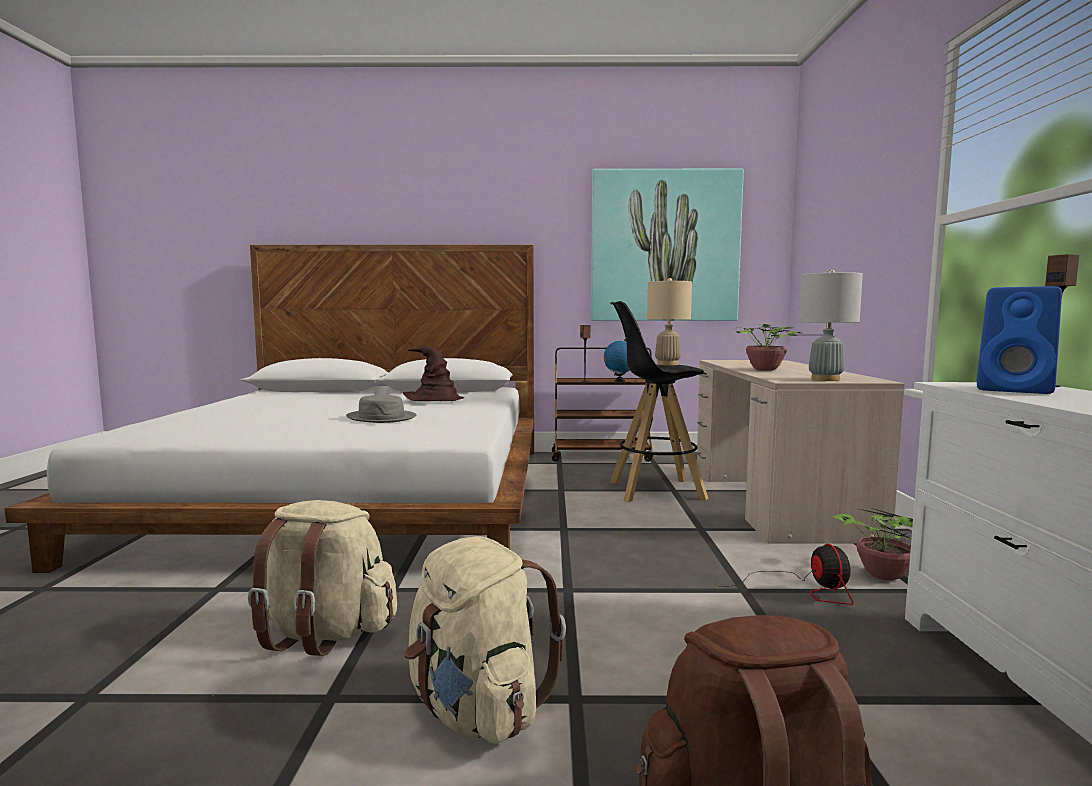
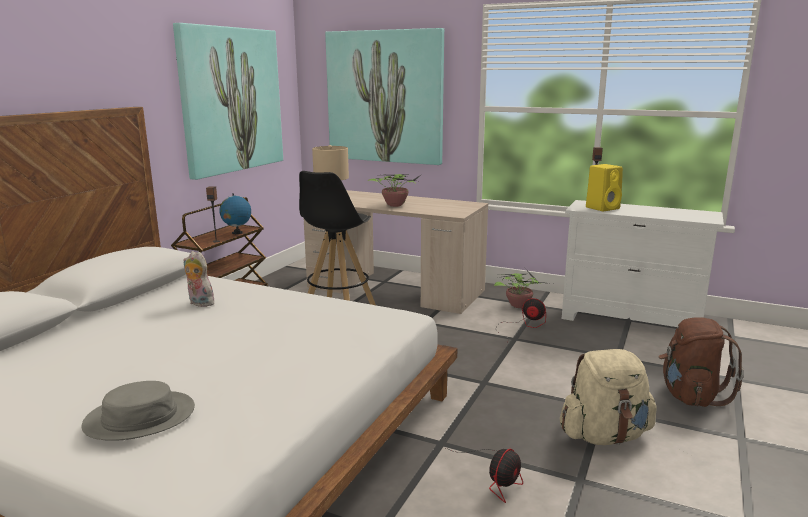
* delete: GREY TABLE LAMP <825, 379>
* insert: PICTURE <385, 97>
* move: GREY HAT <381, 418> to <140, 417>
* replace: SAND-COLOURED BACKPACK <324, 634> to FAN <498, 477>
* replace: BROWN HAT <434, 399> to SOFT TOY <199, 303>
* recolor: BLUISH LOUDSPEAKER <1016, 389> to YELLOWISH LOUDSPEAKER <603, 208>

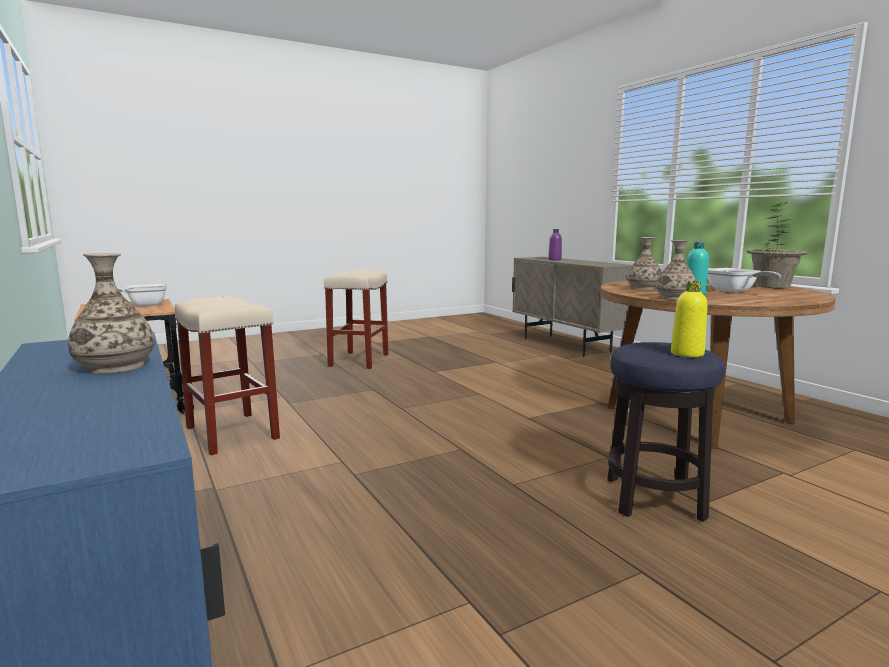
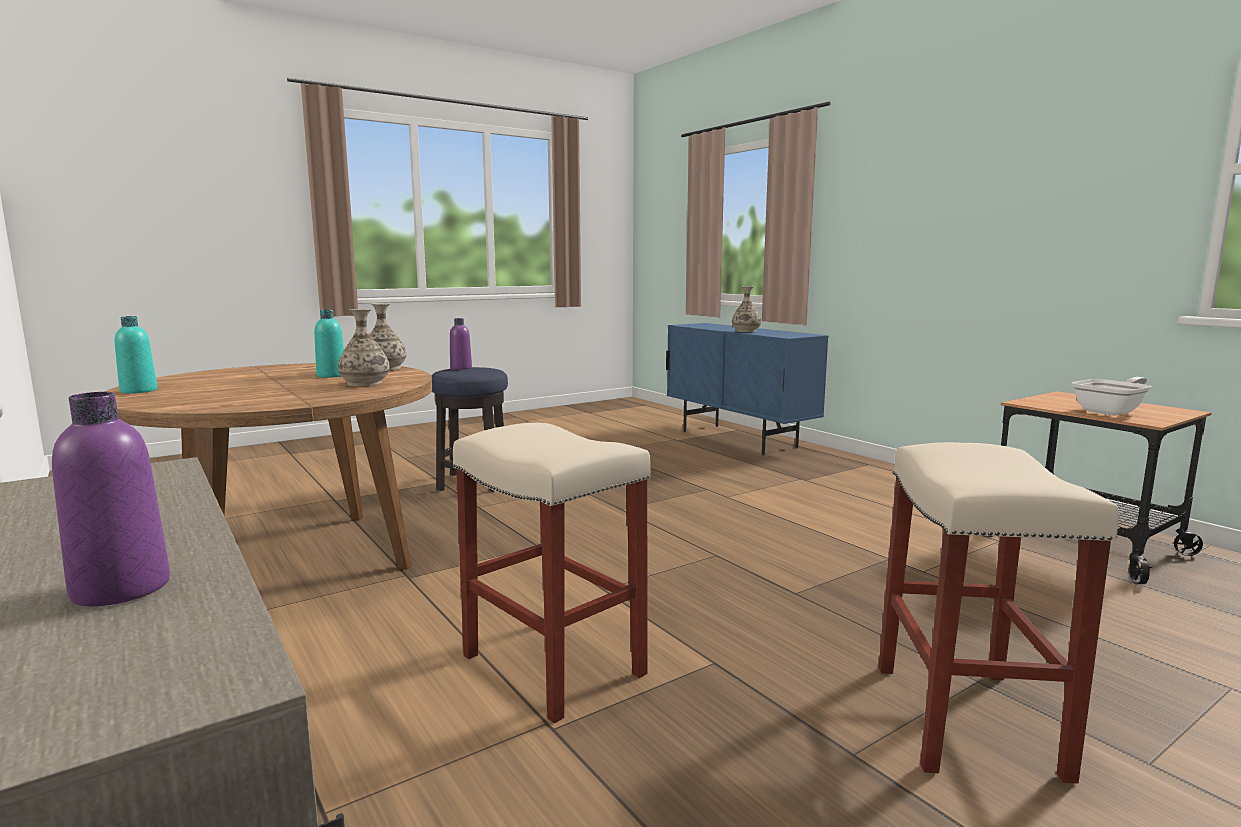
* delete: PAN <734, 291>
* move: SAND-COLOURED STOOL <230, 432> to <555, 665>
* replace: HOUSEPLANT <772, 286> to TURQUOISE BOTTLE <139, 391>
* recolor: YELLOWISH BOTTLE <687, 354> to PURPLISH BOTTLE <461, 368>

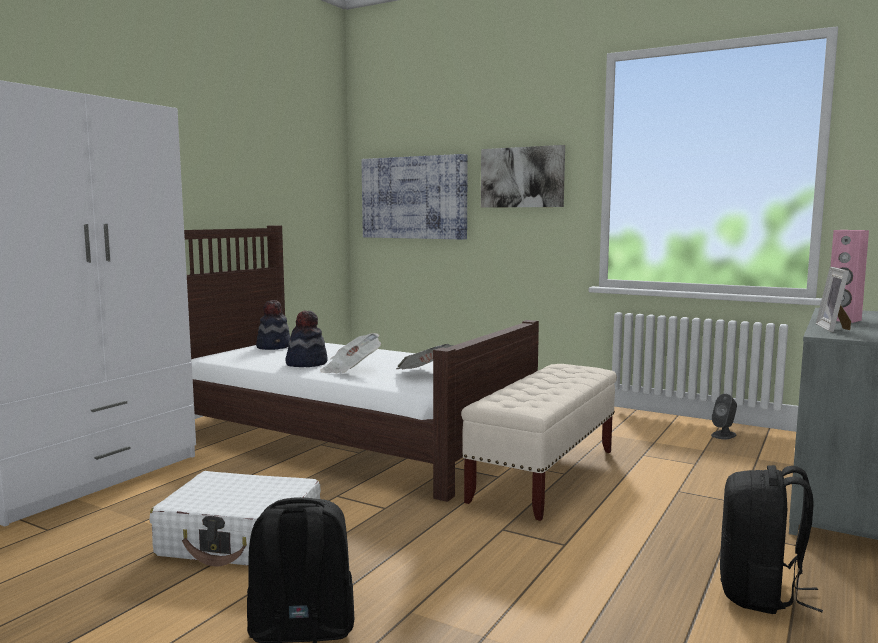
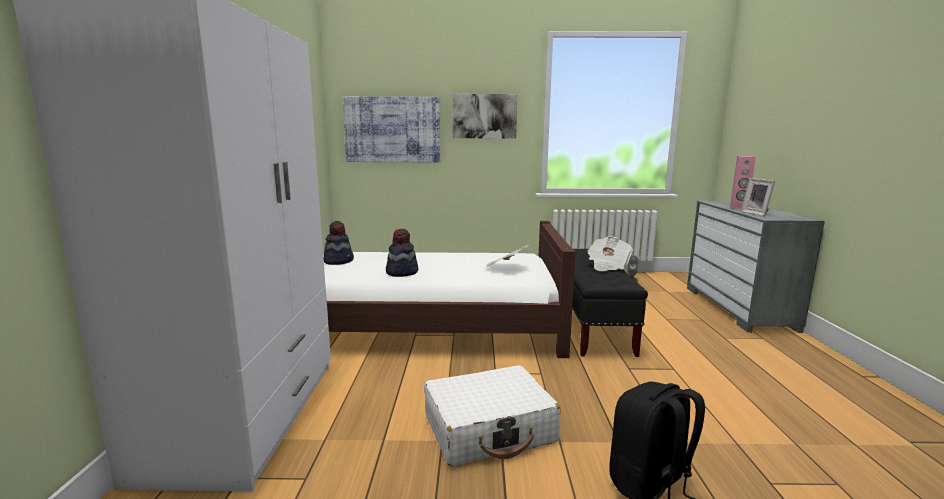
* delete: BLACKISH BACKPACK <760, 594>
* move: PRINTED PAPER <351, 370> to <607, 266>
* recolor: SAND-COLOURED BENCH <544, 475> to BLACKISH BENCH <590, 325>

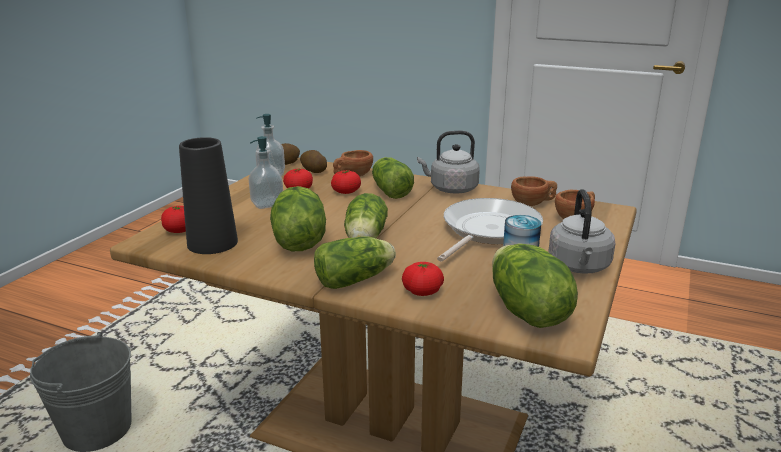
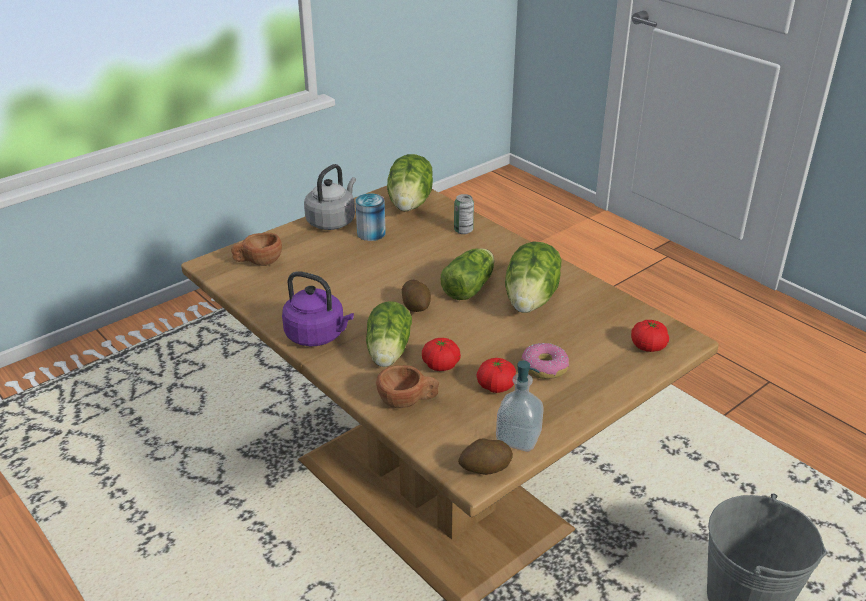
* delete: BLACKISH DECORATIVE VASE <212, 243>
* delete: HEAD OF LETTUCE <357, 279>
* delete: PAN <488, 231>
* delete: BROWN DRINKING CUP <533, 203>
* move: WHOLE POTATO <313, 171> to <416, 306>
* replace: SOAP DISPENSER <267, 204> to RING DOUGHNUT <544, 368>
* replace: TOMATO <422, 291> to METAL CAN <463, 230>
* recolor: GREY WATER KETTLE <451, 189> to PURPLISH WATER KETTLE <318, 336>

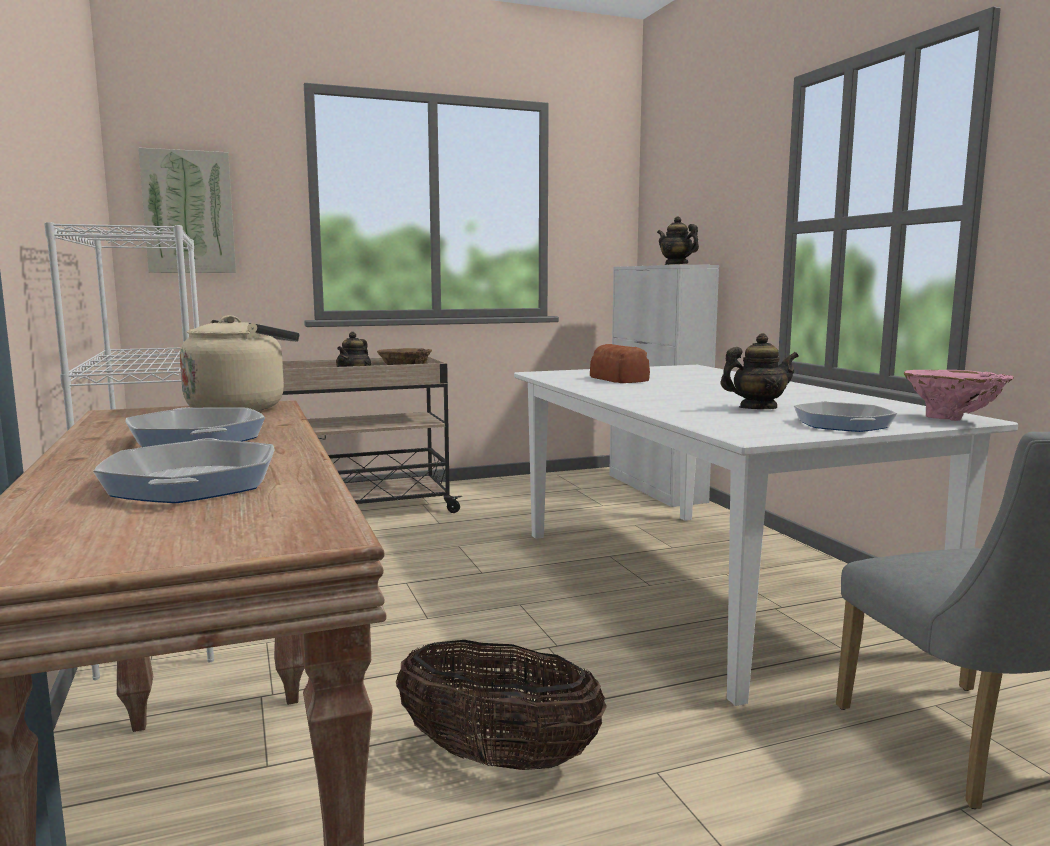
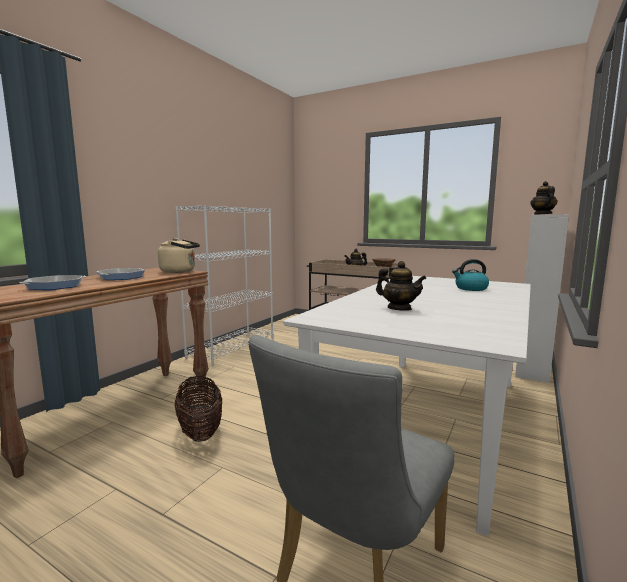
* delete: PICTURE <189, 212>
* delete: BAKERY BREAD <619, 379>
* delete: PAN <842, 424>
* delete: PINKISH DECORATIVE VASE <952, 419>
* insert: WATER KETTLE <470, 288>

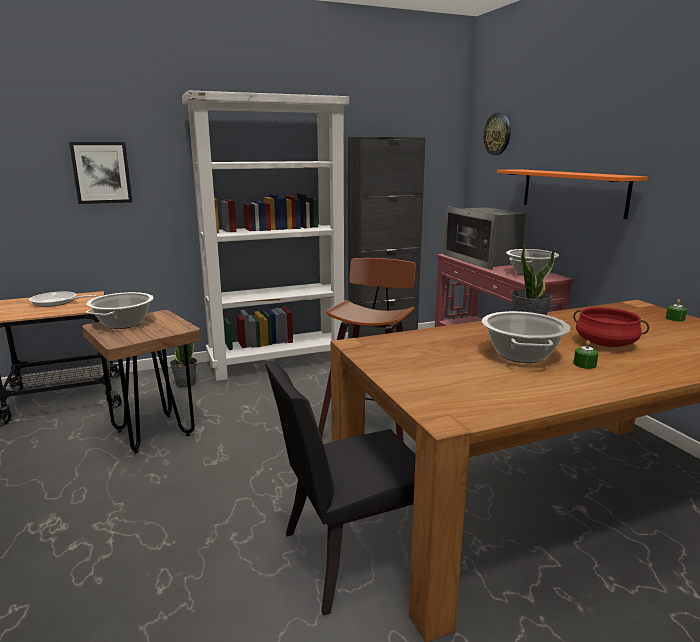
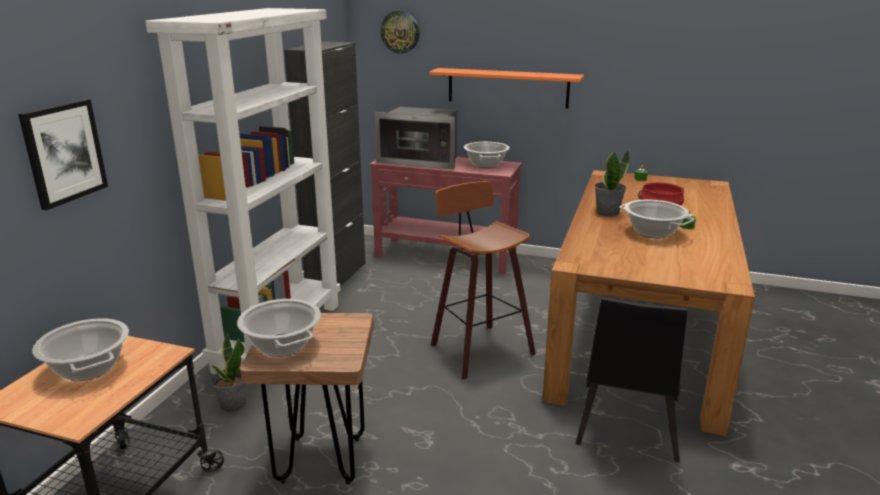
* replace: PAN <57, 302> to SAUCEPOT <89, 368>

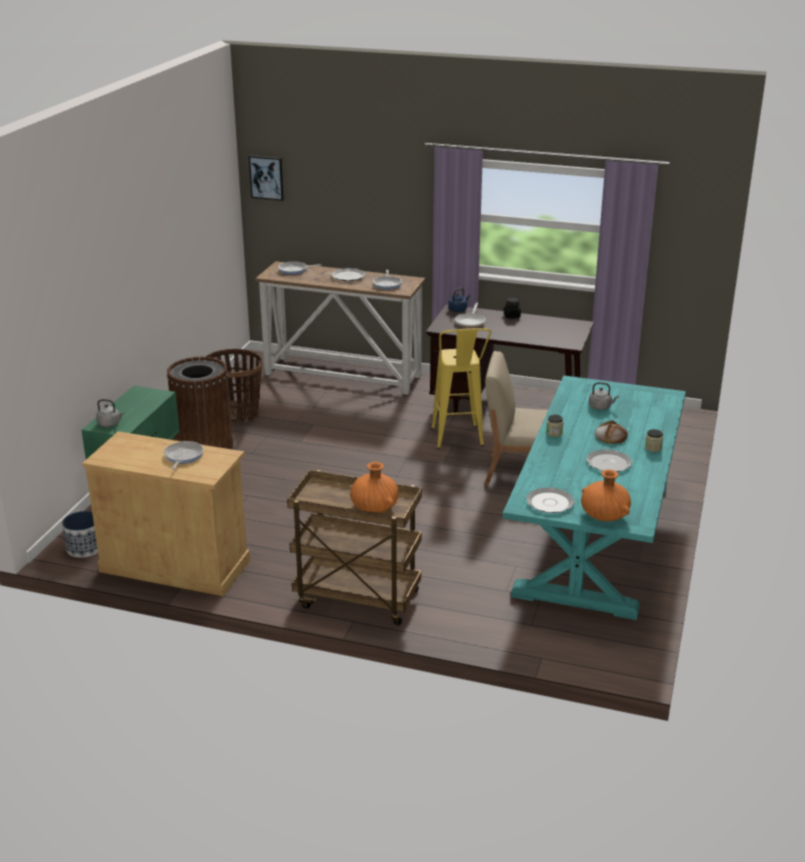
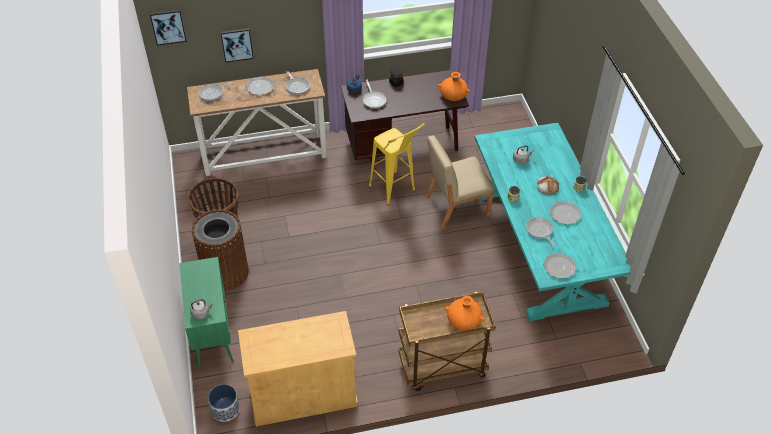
* insert: PICTURE <237, 44>
* move: PAN <183, 456> to <539, 231>
* move: ORANGE DECORATIVE VASE <604, 515> to <453, 96>

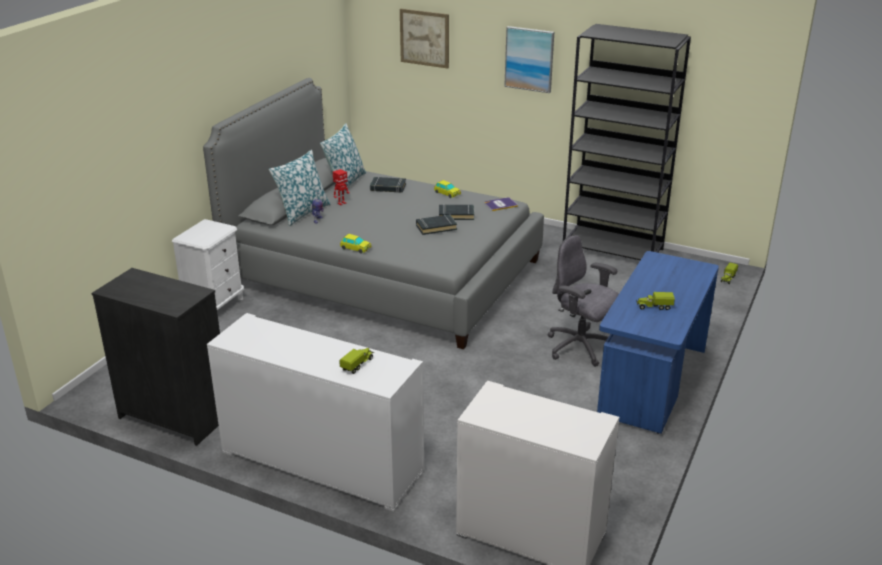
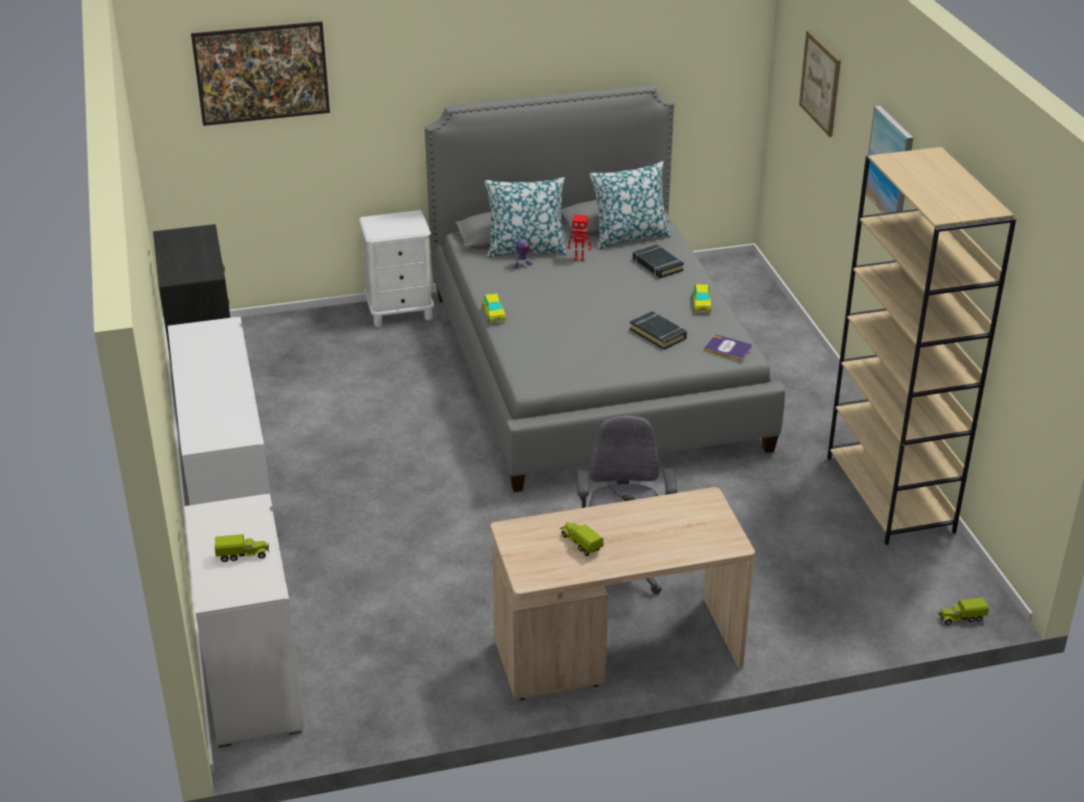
* delete: BLACKISH BOUND BOOK <436, 227>
* insert: PICTURE <264, 95>
* move: TOY TRUCK <357, 365> to <243, 555>
* recolor: BLACKISH SHELVING UNIT <613, 250> to SAND-COLOURED SHELVING UNIT <890, 494>
* recolor: BLUISH DESK UNIT <651, 382> to SAND-COLOURED DESK UNIT <617, 652>

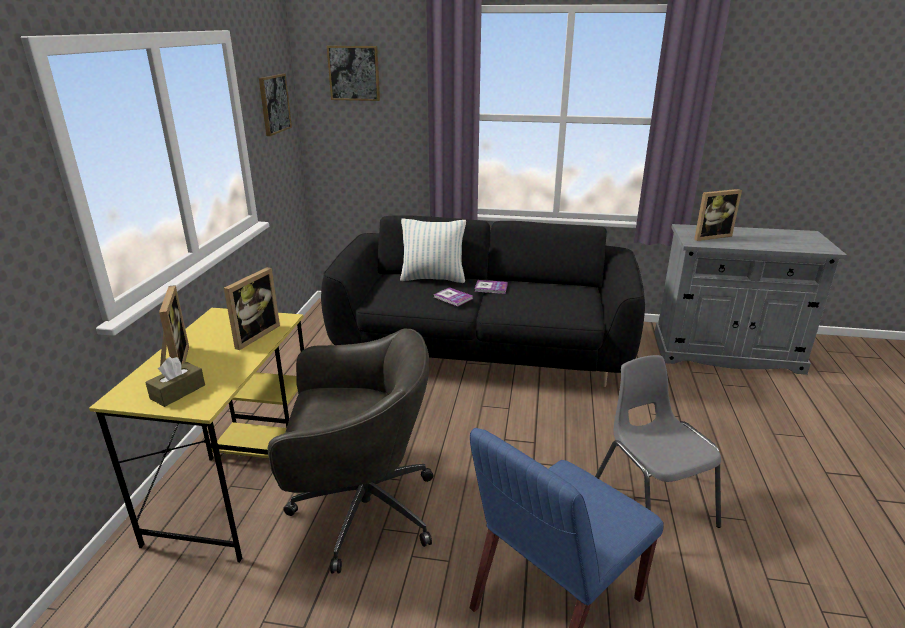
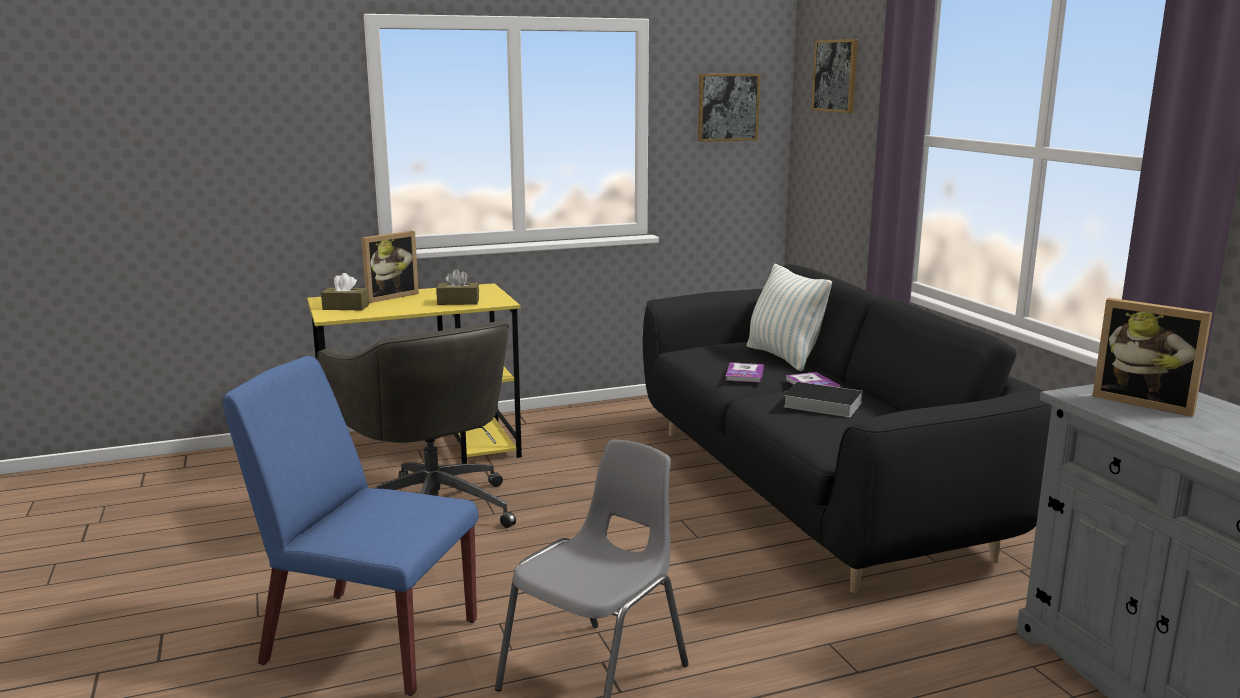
* insert: BOUND BOOK <819, 404>
* replace: PICTURE FRAME <253, 335> to BROWN TISSUE BOX <458, 302>

